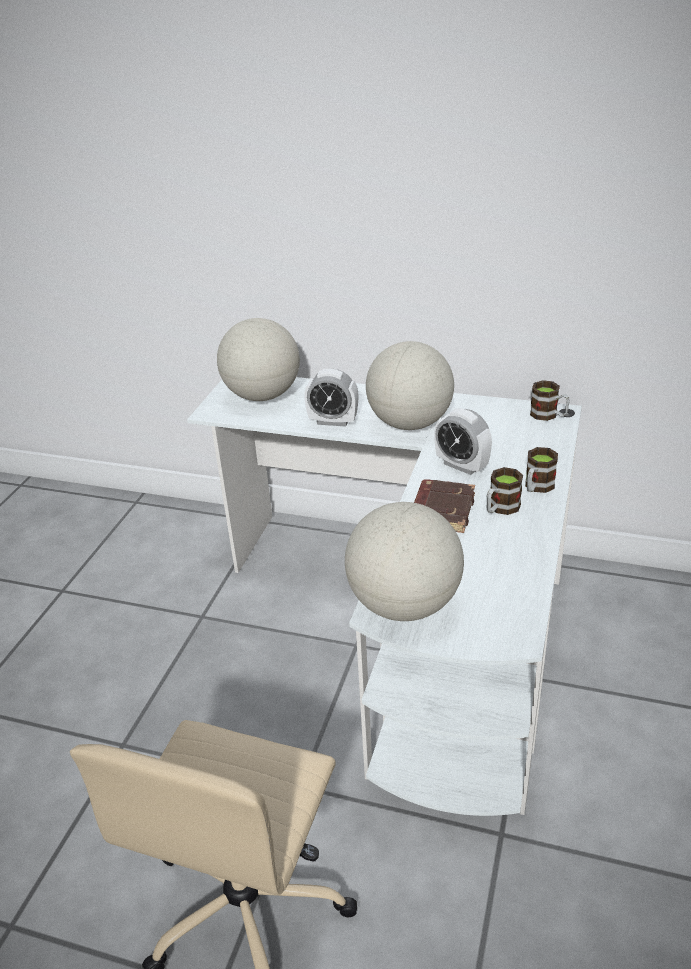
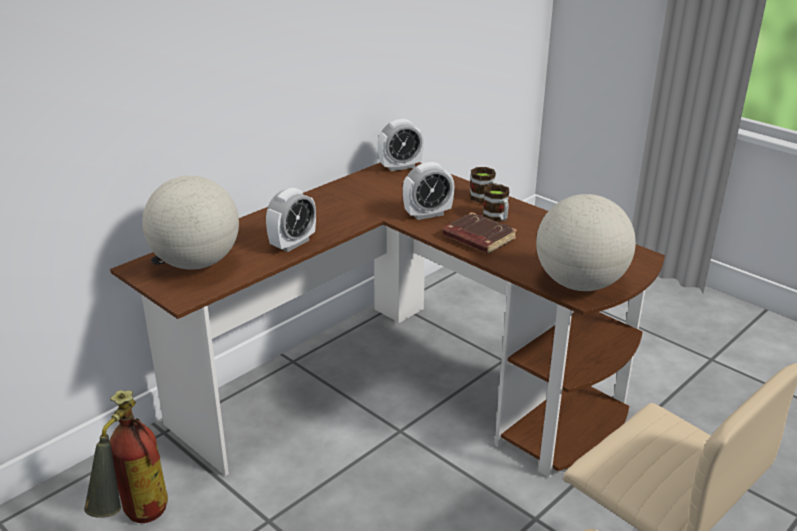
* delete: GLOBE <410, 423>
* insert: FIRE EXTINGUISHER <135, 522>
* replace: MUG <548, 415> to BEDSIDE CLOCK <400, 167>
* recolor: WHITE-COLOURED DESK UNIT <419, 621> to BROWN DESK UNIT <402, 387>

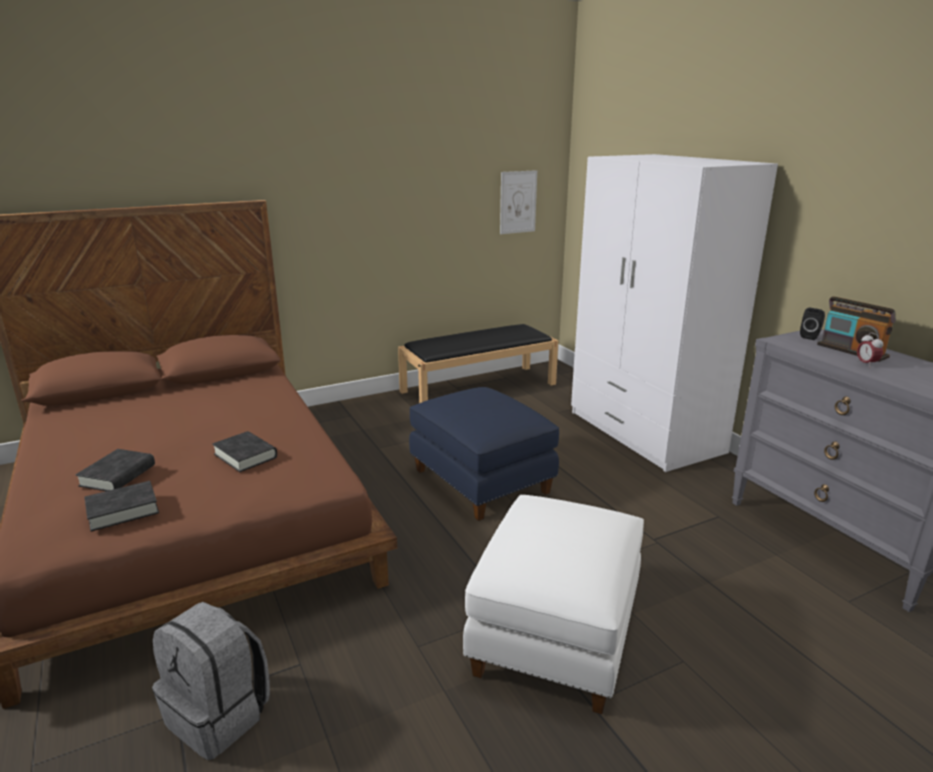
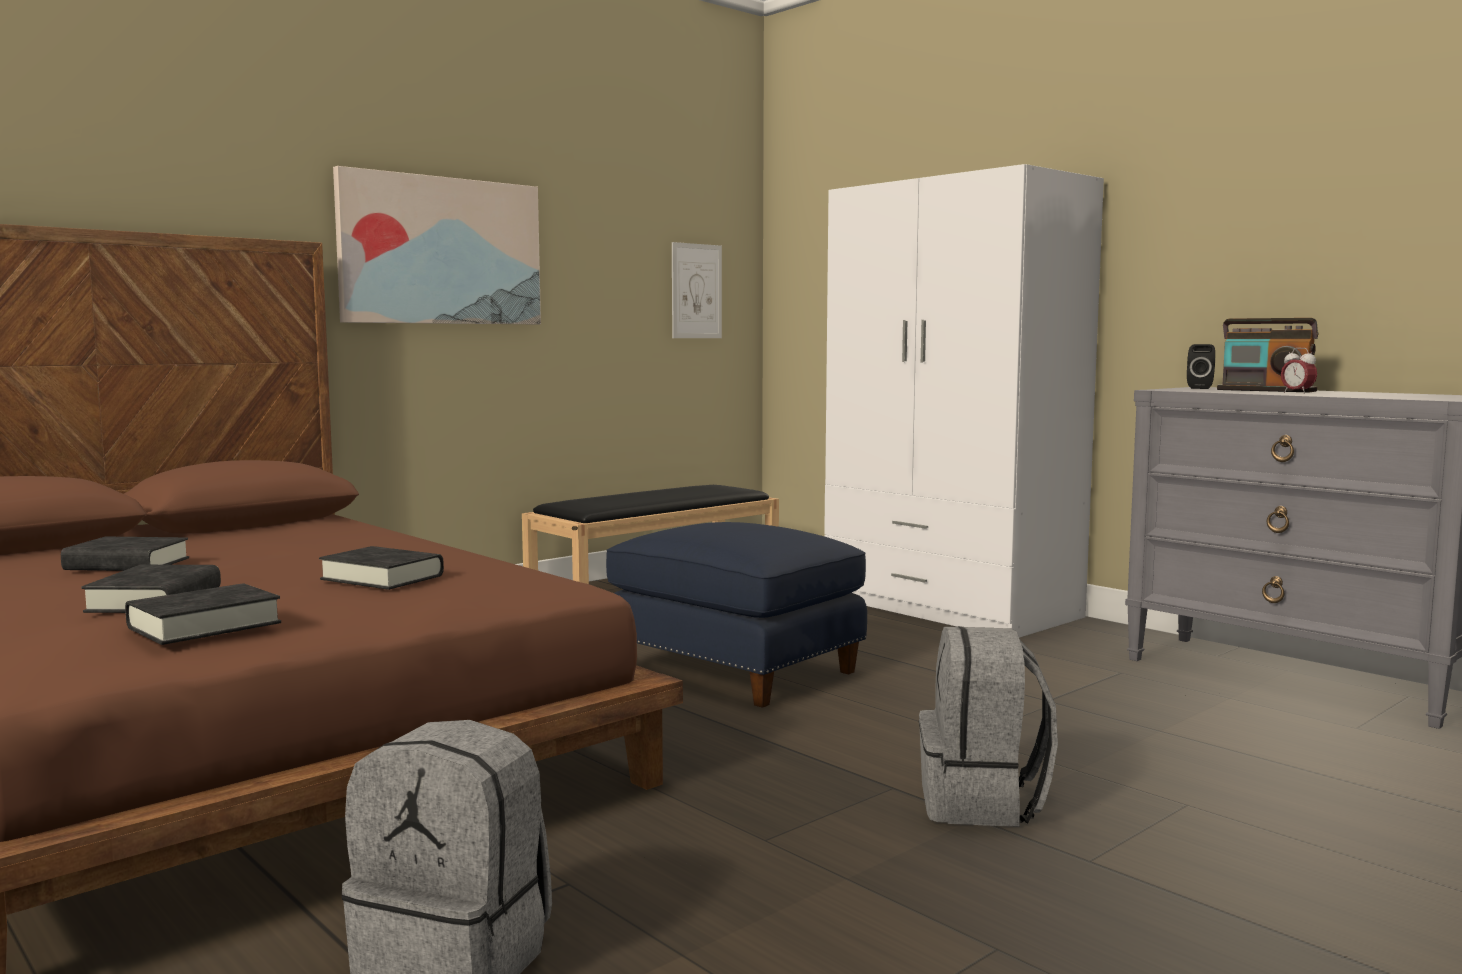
* insert: BLACKISH BOUND BOOK <127, 564>
* insert: PICTURE <441, 251>
* replace: WHITE-COLOURED OTTOMAN <557, 636> to GREY BACKPACK <982, 803>

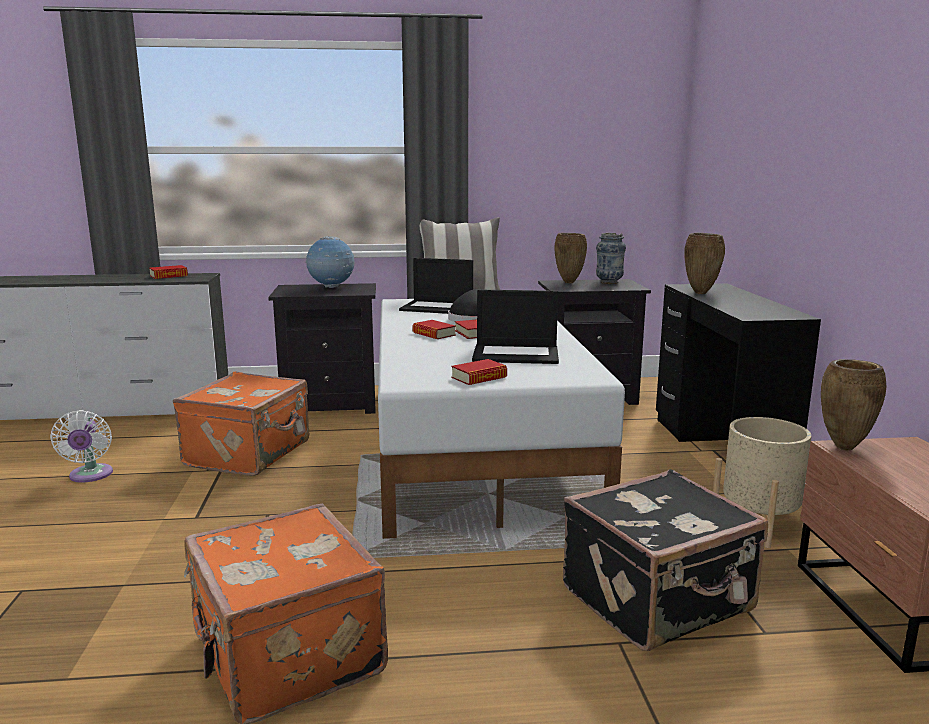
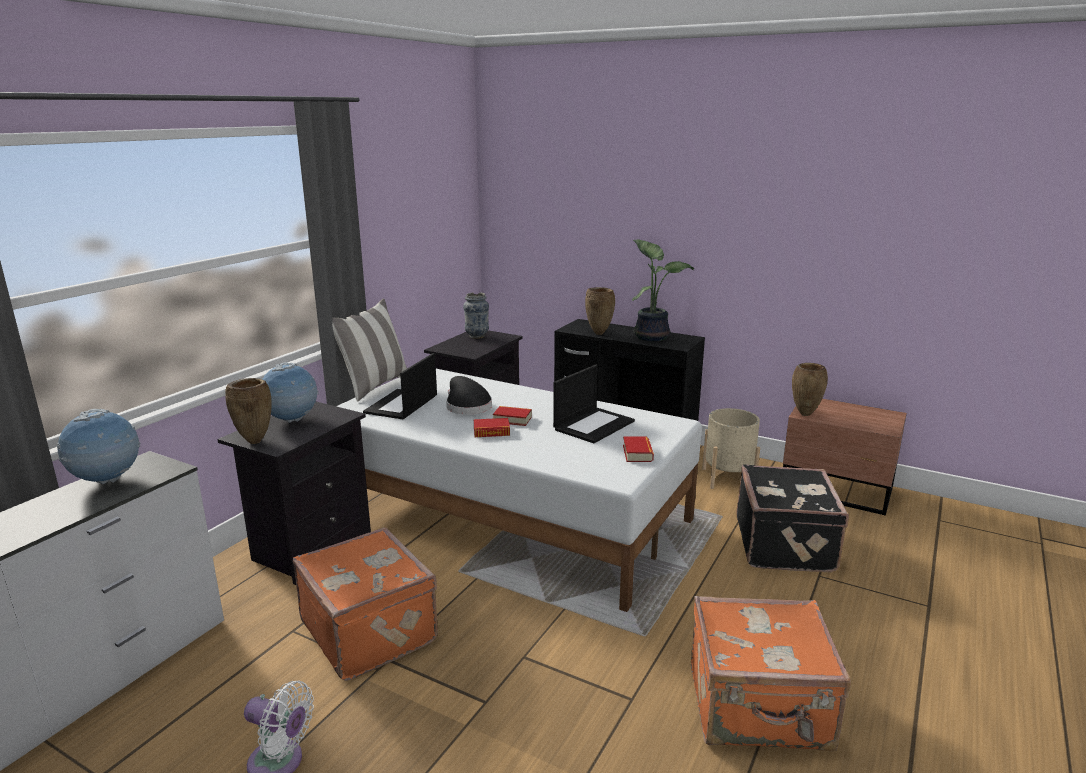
* insert: HOUSEPLANT <652, 336>
* move: BROWN DECORATIVE VASE <569, 282> to <255, 441>
* replace: BOUND BOOK <169, 276> to GLOBE <107, 481>
* rotate: LAPTOP <438, 308> = <401, 405> 150 degrees clockwise

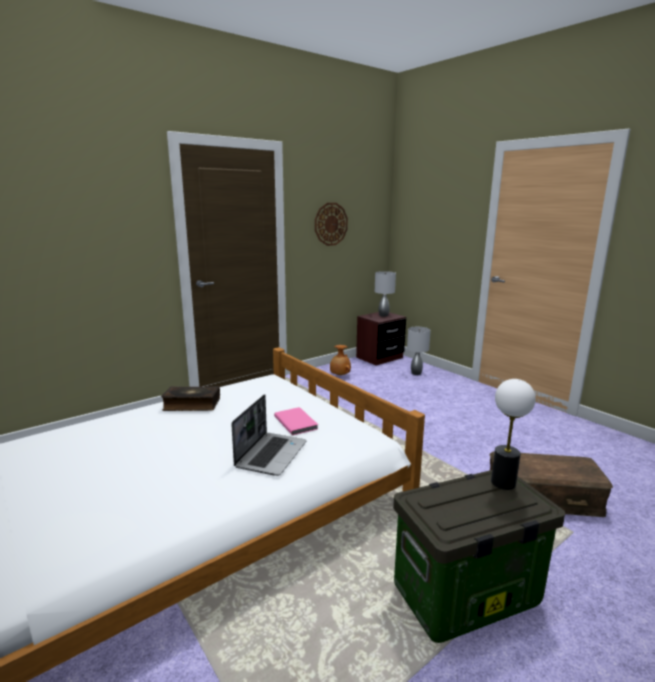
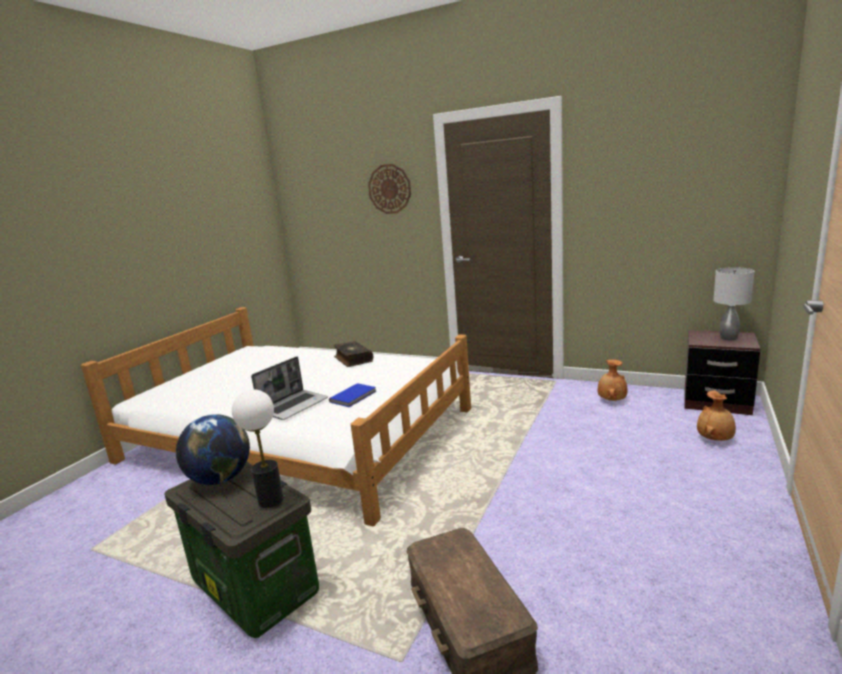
* insert: GLOBE <220, 479>
* move: CLOCK ON THE WALL <330, 224> to <389, 189>
* replace: GREY TABLE LAMP <416, 373> to BROWN DECORATIVE VASE <715, 439>
* recolor: PINKISH BOUND BOOK <296, 422> to BLUISH BOUND BOOK <354, 396>
* rotate: LAPTOP <271, 454> = <294, 405> 45 degrees counterclockwise

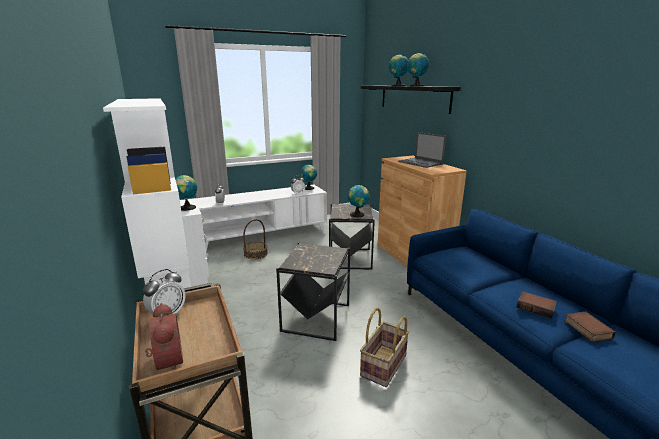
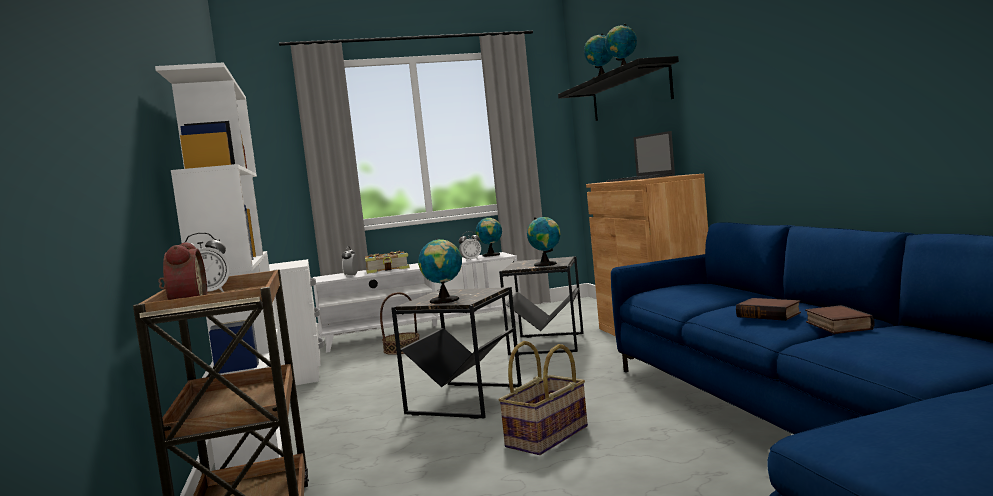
* insert: BOUND BOOK <388, 270>
* move: GLOBE <187, 208> to <445, 301>

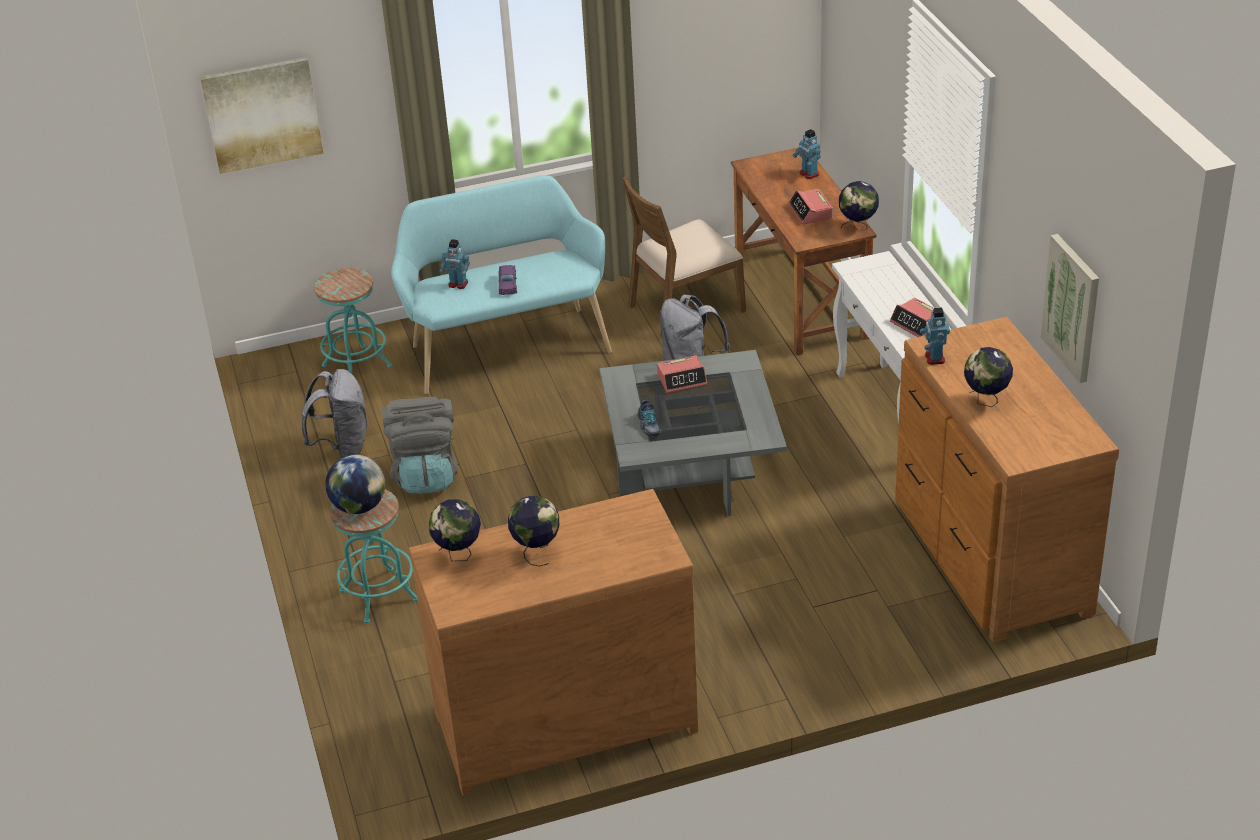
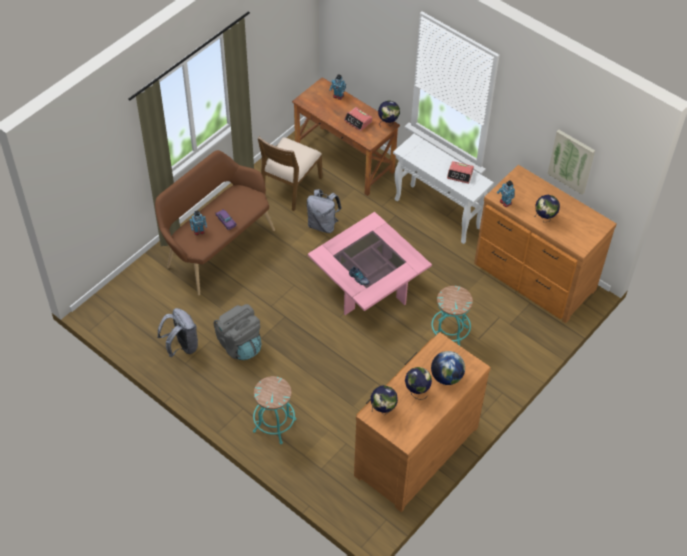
* delete: PICTURE <262, 114>
* delete: BEDSIDE CLOCK <682, 379>
* move: TURQUOISE STOOL <357, 366> to <449, 335>
* move: GLOBE <359, 506> to <446, 377>
* recolor: TURQUOISE BENCH <506, 345> to BROWN BENCH <216, 247>
* recolor: GREY LOUNGE TABLE <692, 469> to PINKISH LOUNGE TABLE <368, 285>

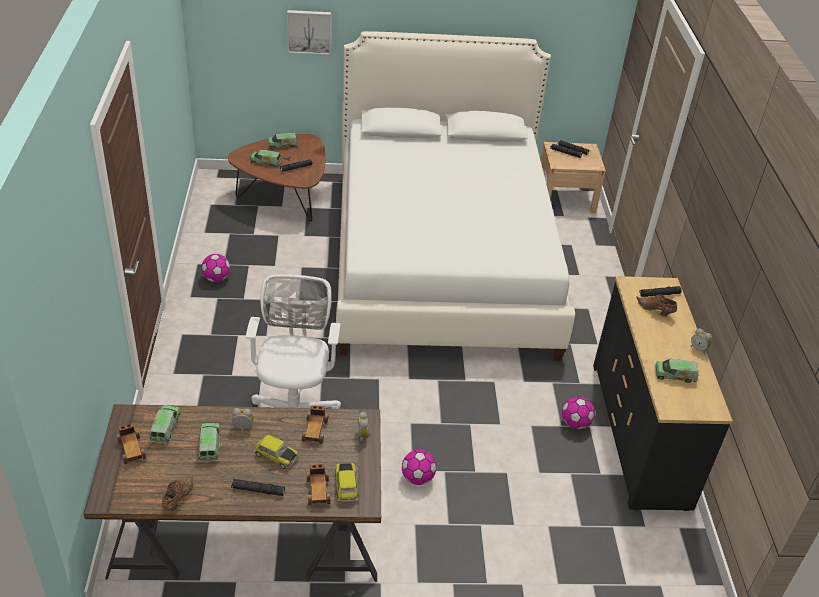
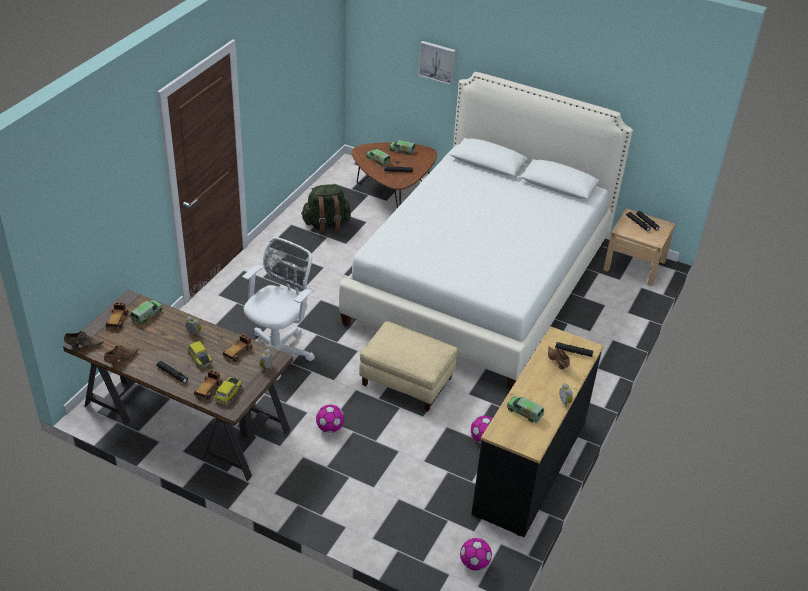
* delete: TOY TRUCK <209, 446>
* insert: BROWN SHOE <83, 346>
* insert: GREEN BACKPACK <326, 224>
* insert: SAND-COLOURED OTTOMAN <407, 381>
* move: FOOTBALL BALL <216, 278> to <474, 563>

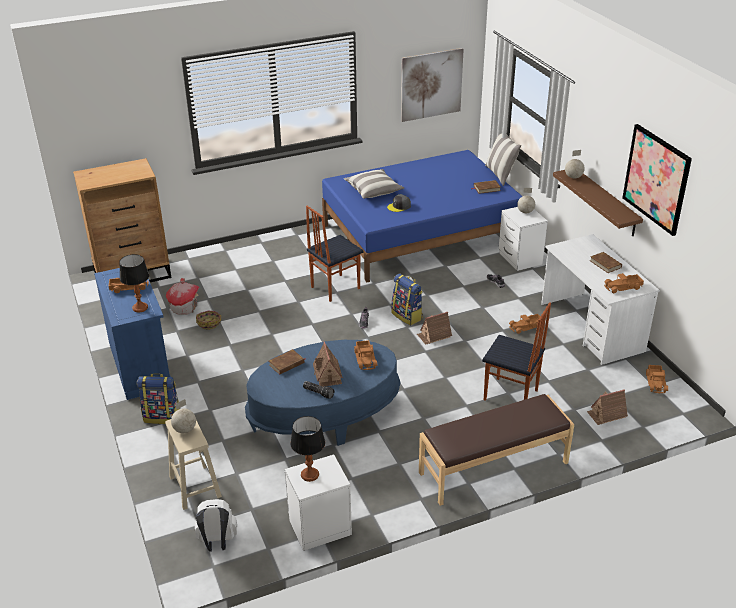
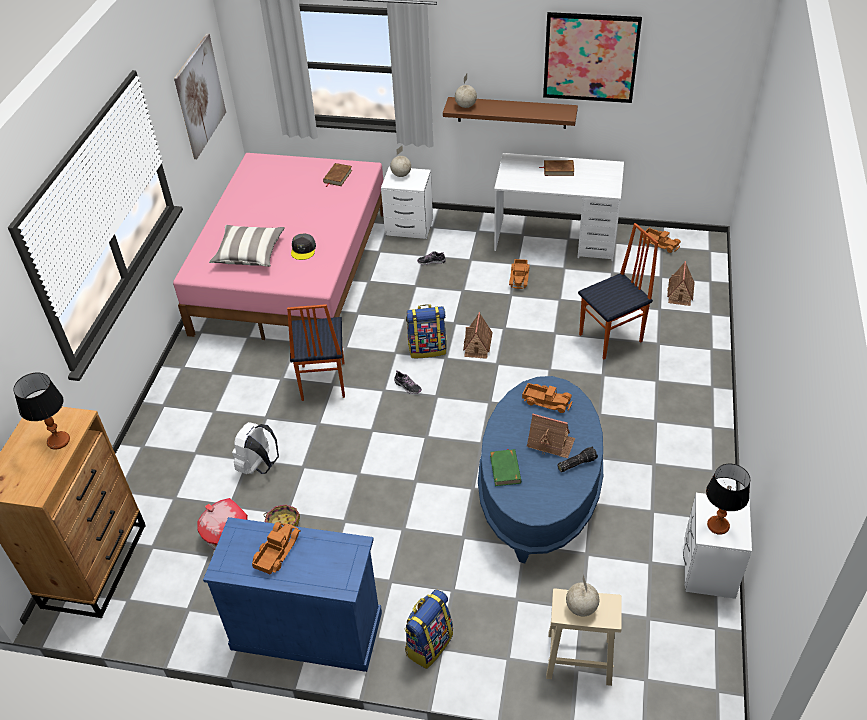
* delete: BROWN BENCH <494, 468>
* delete: THROW PILLOW <500, 175>
* delete: TOY TRUCK <623, 287>
* move: TABLE LAMP <140, 308> to <59, 440>
* move: WHITE-COLOURED BACKPACK <217, 542> to <258, 466>
* recolor: BROWN BOUND BOOK <286, 364> to GREEN BOUND BOOK <505, 469>
* recolor: BLUISH BEDROOM BED <420, 234> to PINKISH BEDROOM BED <294, 271>

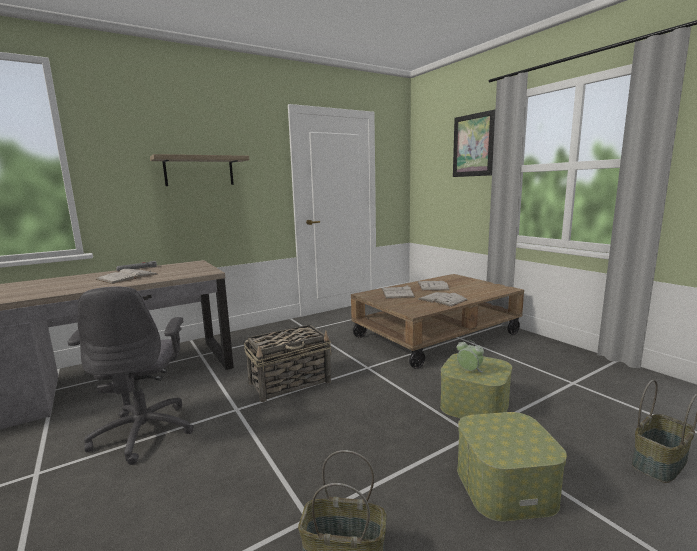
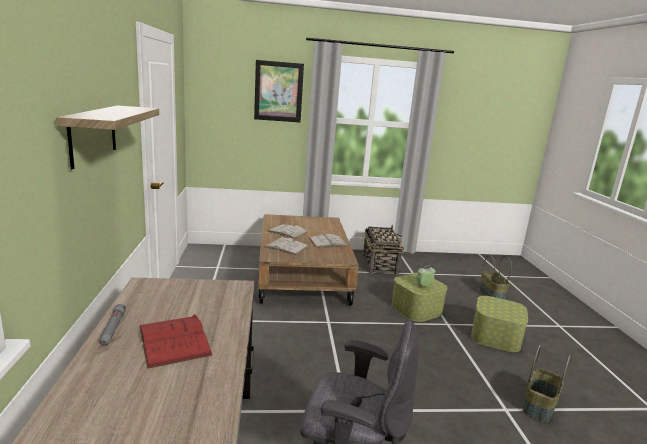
* move: HOUSEHOLD BASKET <290, 382> to <380, 264>
* recolor: WHITE-COLOURED BOUND BOOK <127, 277> to REDDISH BOUND BOOK <174, 340>

